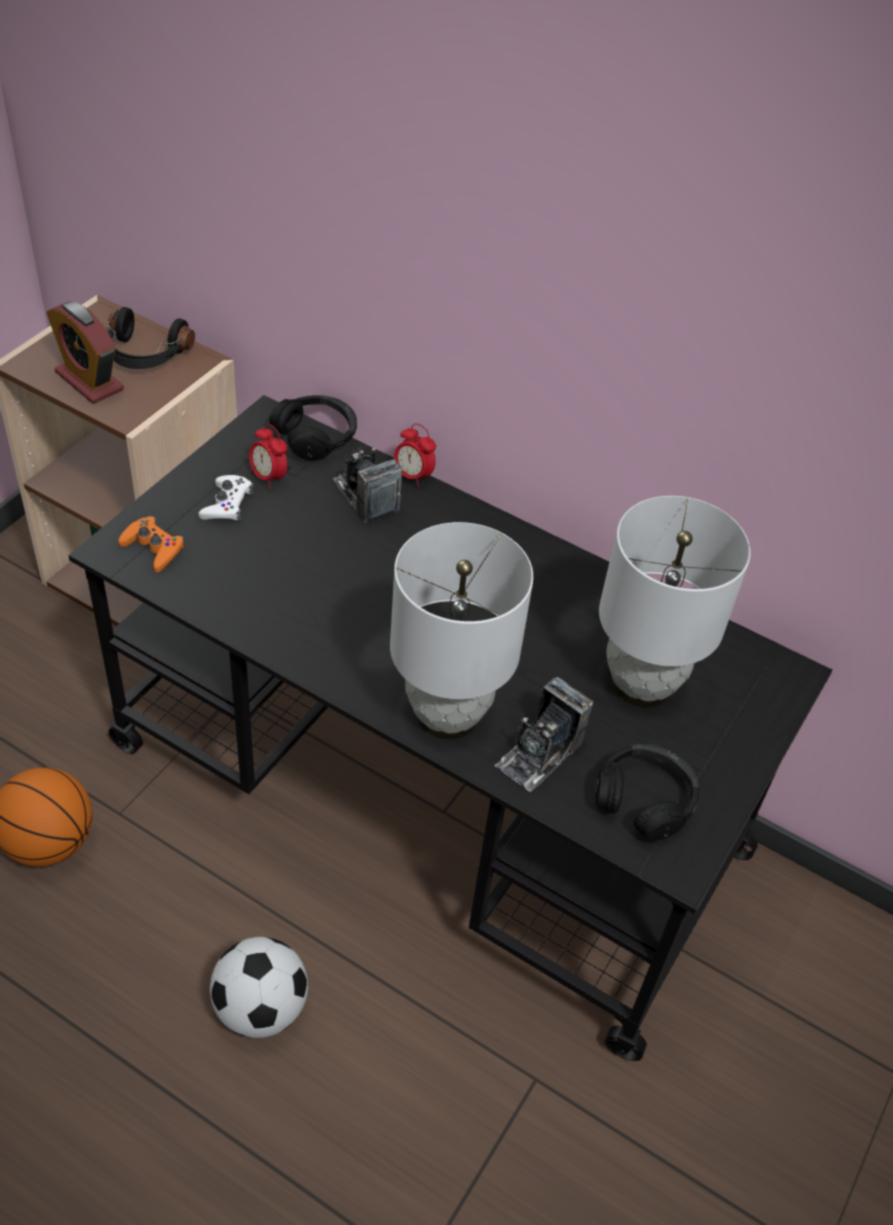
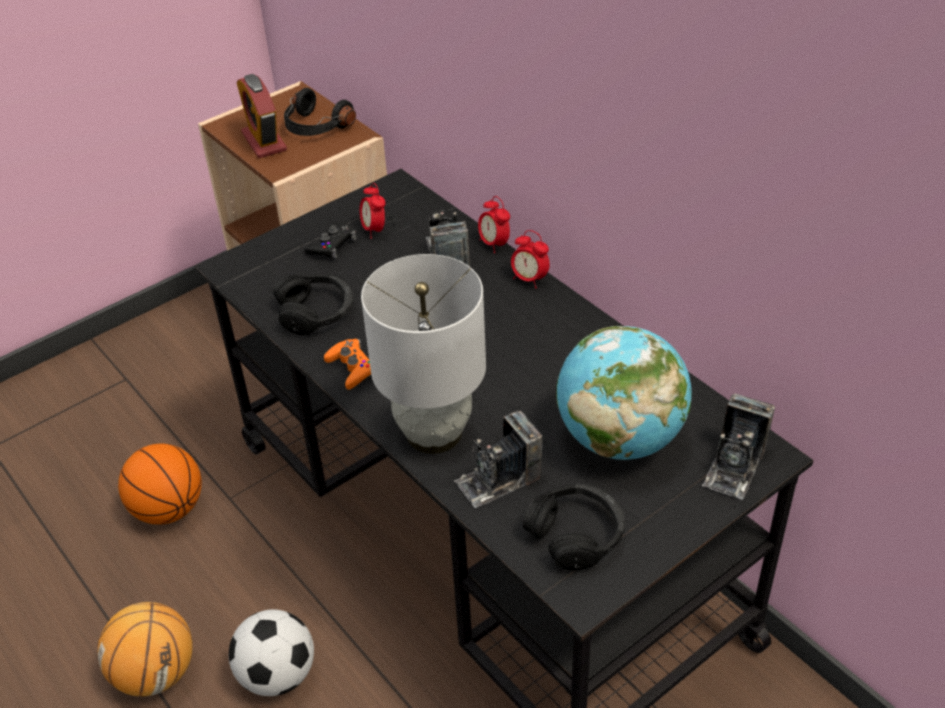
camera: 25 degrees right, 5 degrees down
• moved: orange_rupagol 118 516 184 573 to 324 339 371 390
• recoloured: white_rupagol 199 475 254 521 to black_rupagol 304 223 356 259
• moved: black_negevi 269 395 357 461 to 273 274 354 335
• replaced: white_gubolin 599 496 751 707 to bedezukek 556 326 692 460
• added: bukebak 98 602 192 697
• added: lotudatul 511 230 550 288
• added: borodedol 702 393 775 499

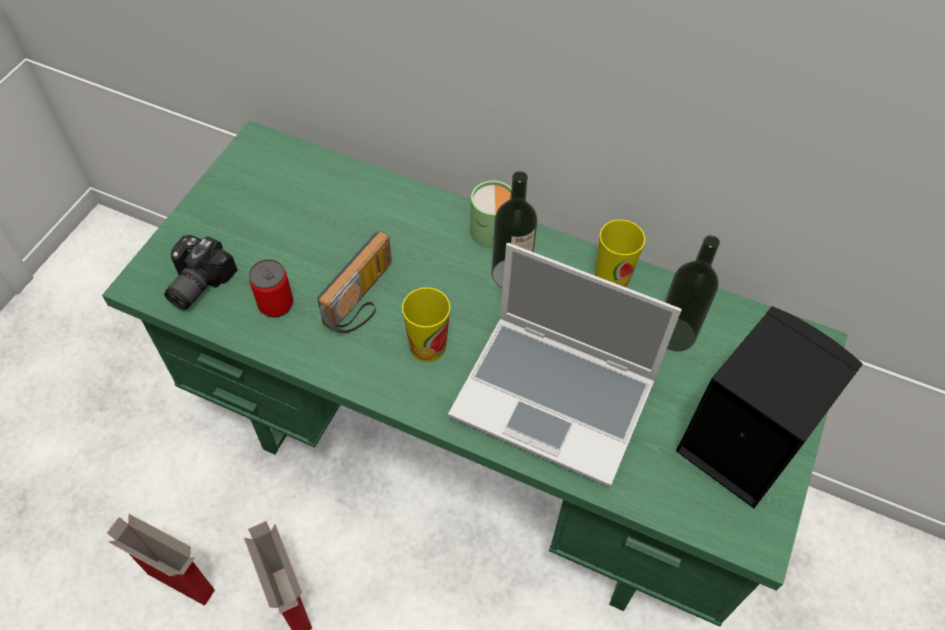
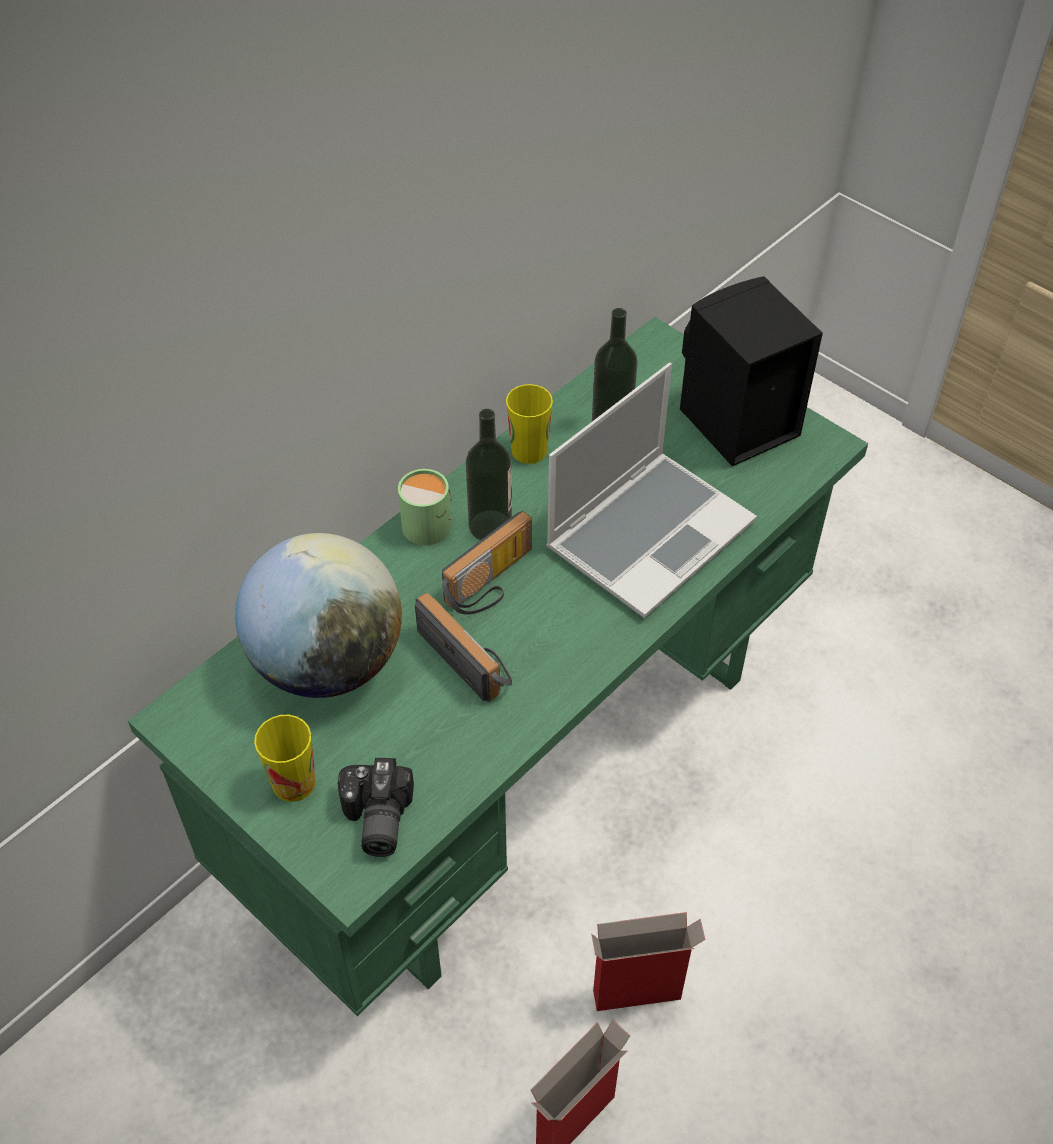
camera: 70 degrees left, 5 degrees down
• turned: borodedol 164 235 237 310 = 338 758 414 857 45 degrees clockwise
• removed: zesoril 249 259 293 317
• moved: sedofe 402 287 450 362 to 254 715 315 802
• added: bedezukek 235 533 402 698
• added: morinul 442 511 532 615

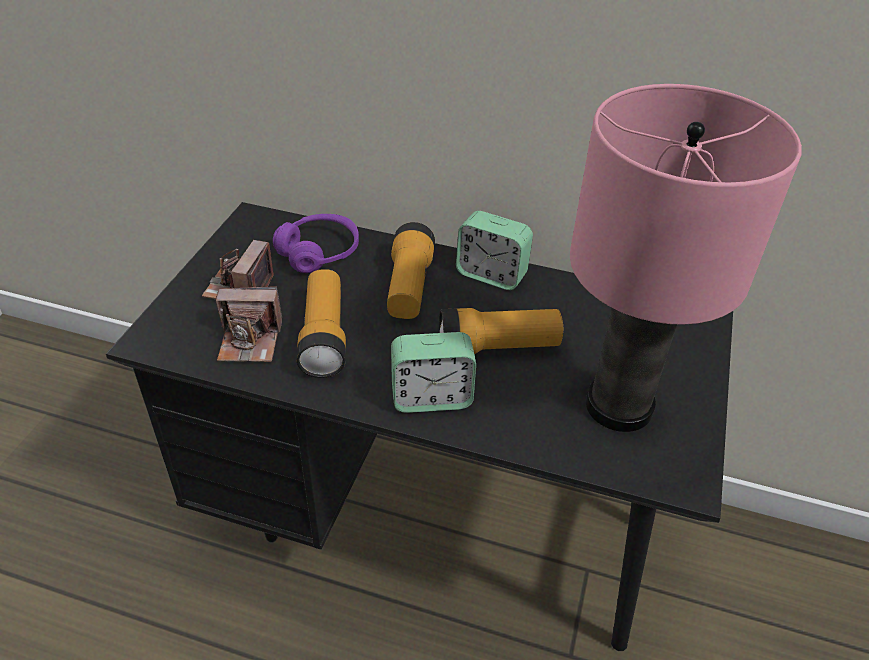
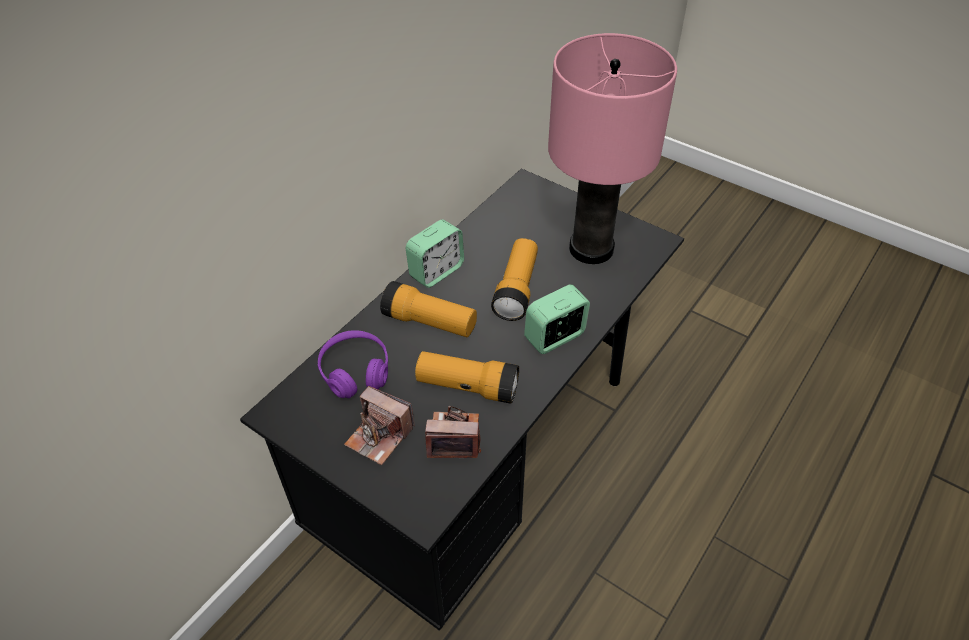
camera: 70 degrees left, 5 degrees up
• turned: borodedol 216 287 282 362 = 425 406 481 458 105 degrees counterclockwise
• turned: lotudatul 391 332 476 413 = 524 284 590 354 135 degrees counterclockwise

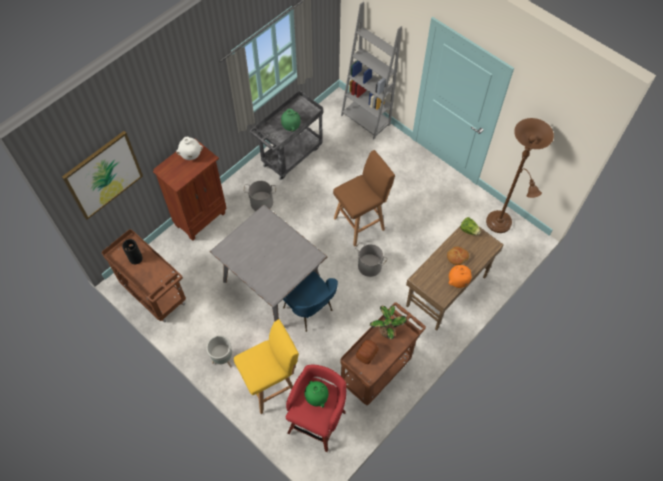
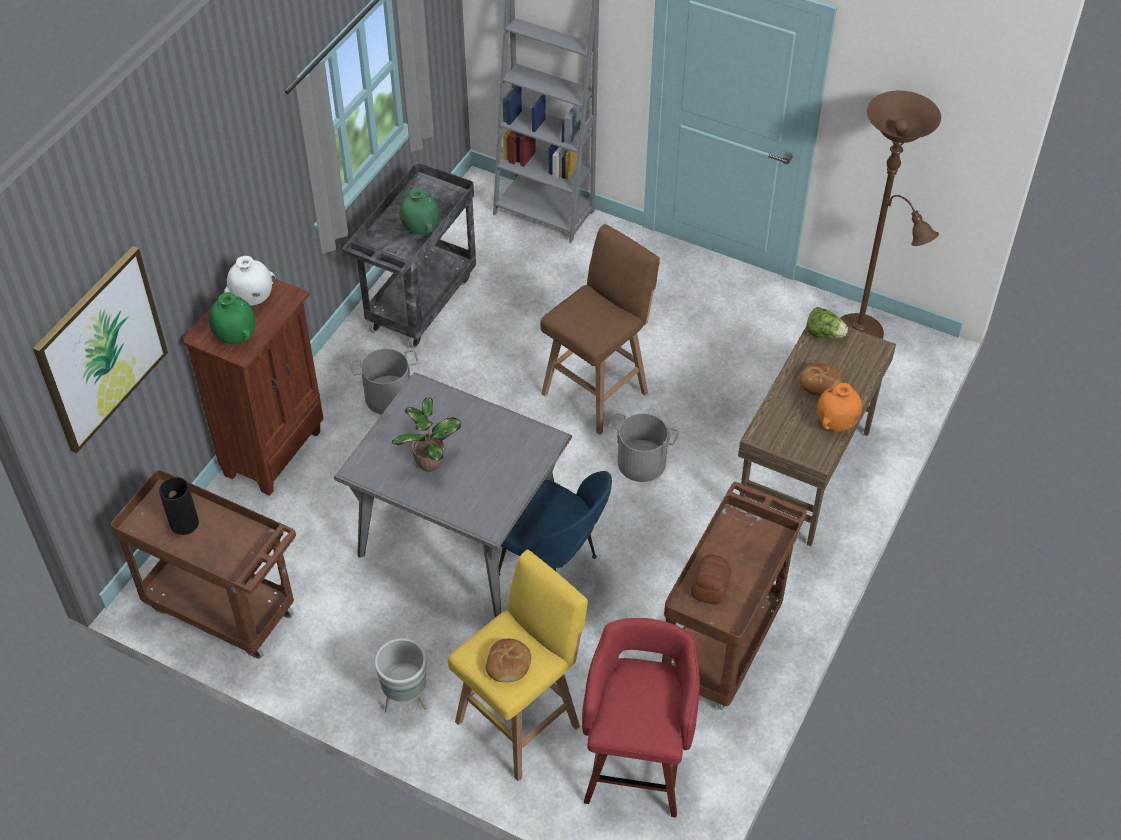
camera: 15 degrees left, 10 degrees down
• moved: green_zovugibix 304 381 329 408 to 209 292 255 344
• moved: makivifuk 370 305 407 340 to 392 397 461 472
• added: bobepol 485 639 531 682

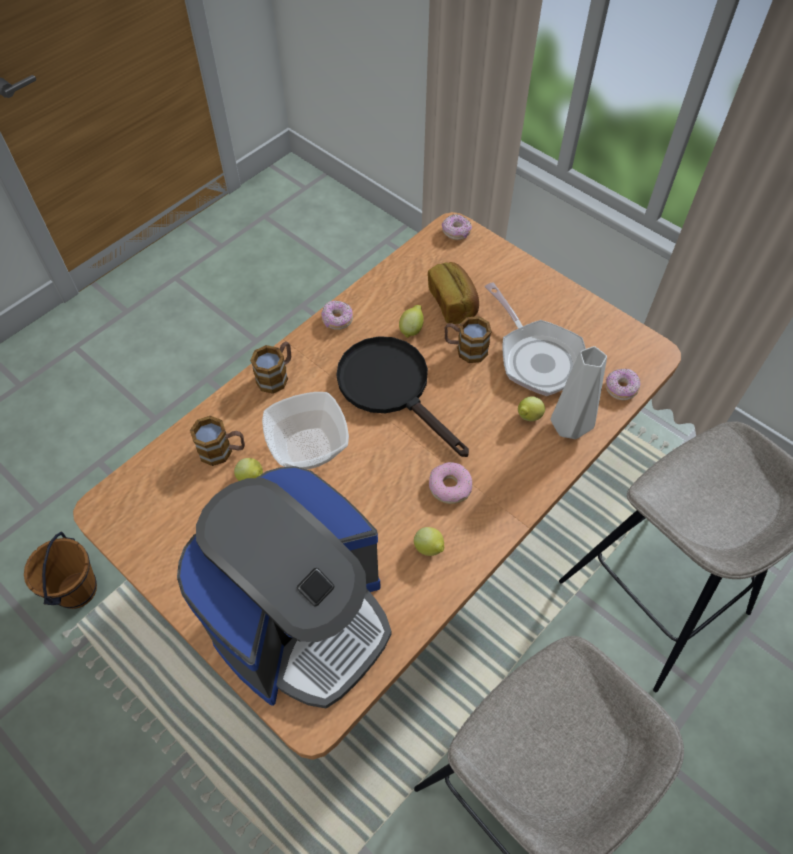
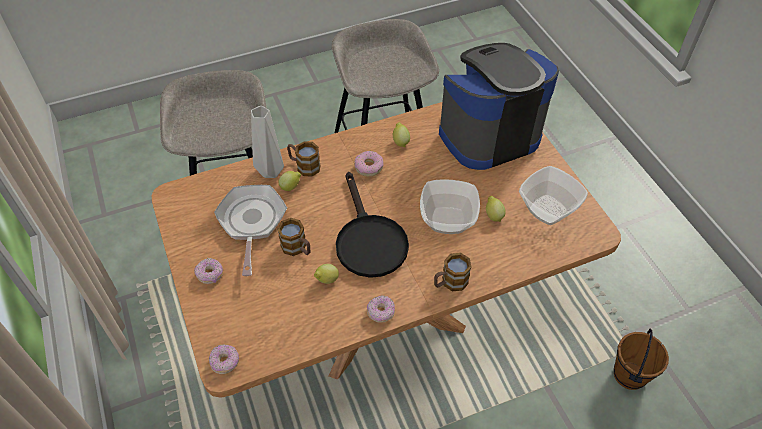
camera: 155 degrees left, 5 degrees down
• moved: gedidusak 190 416 245 466 to 287 141 321 177
• removed: bobepol 428 262 479 324
• moved: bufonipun 606 369 641 401 to 194 258 223 284
• added: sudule 519 166 588 225

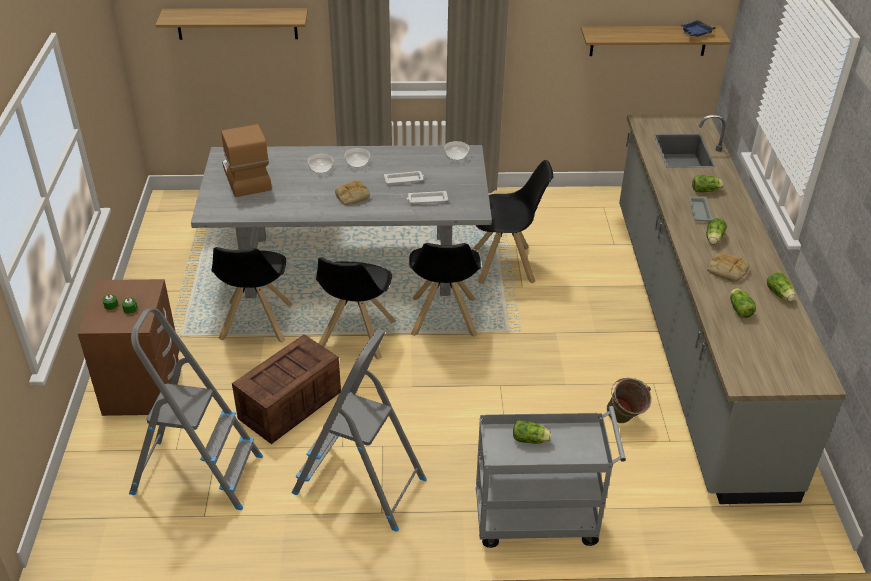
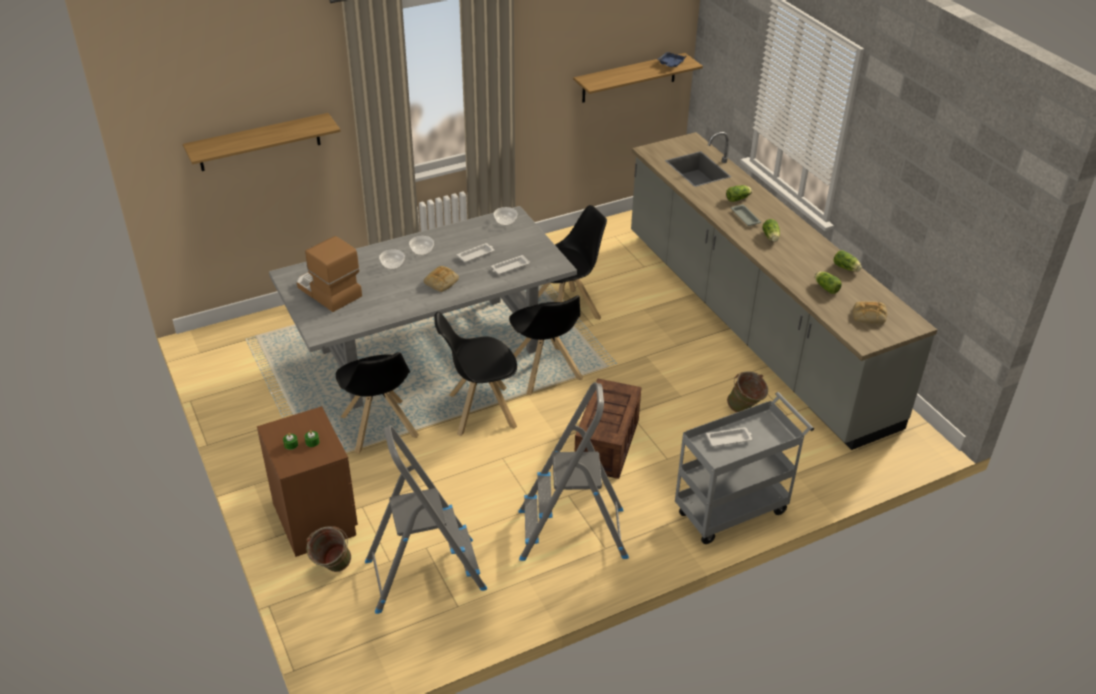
camera: 25 degrees left, 0 degrees up
• moved: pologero 232 334 341 444 to 574 378 641 479
• turned: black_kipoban 316 257 396 360 = 434 312 517 436 90 degrees clockwise
• replaced: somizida 513 420 552 444 to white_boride 706 427 752 446
• moved: bobepol 707 253 749 282 to 853 301 887 325
• added: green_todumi 306 526 351 572

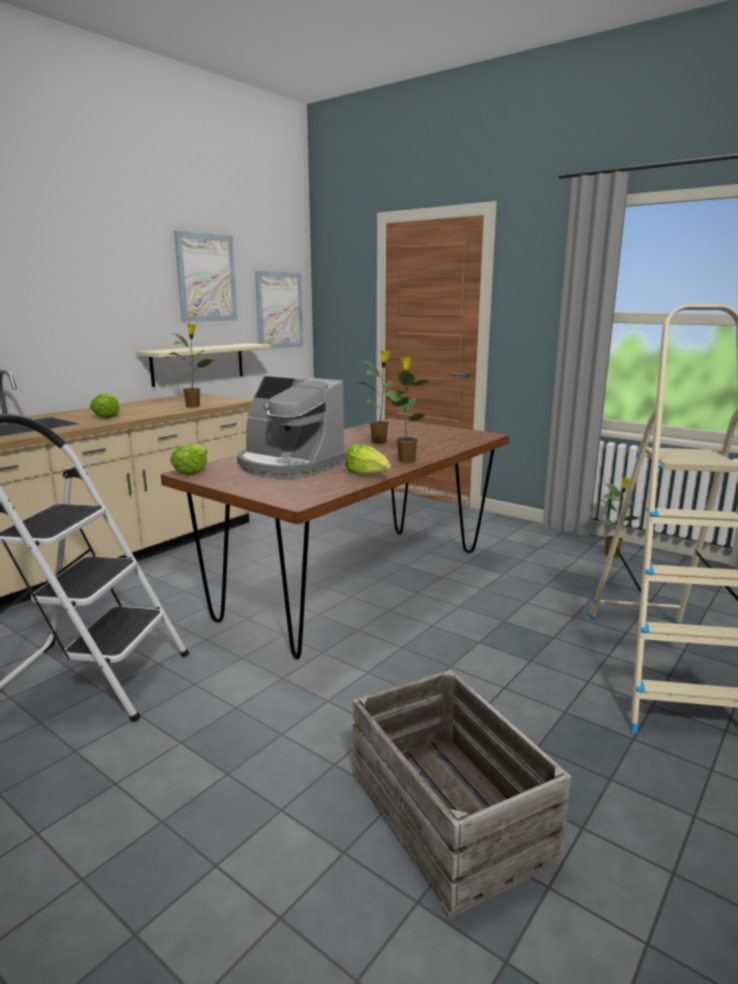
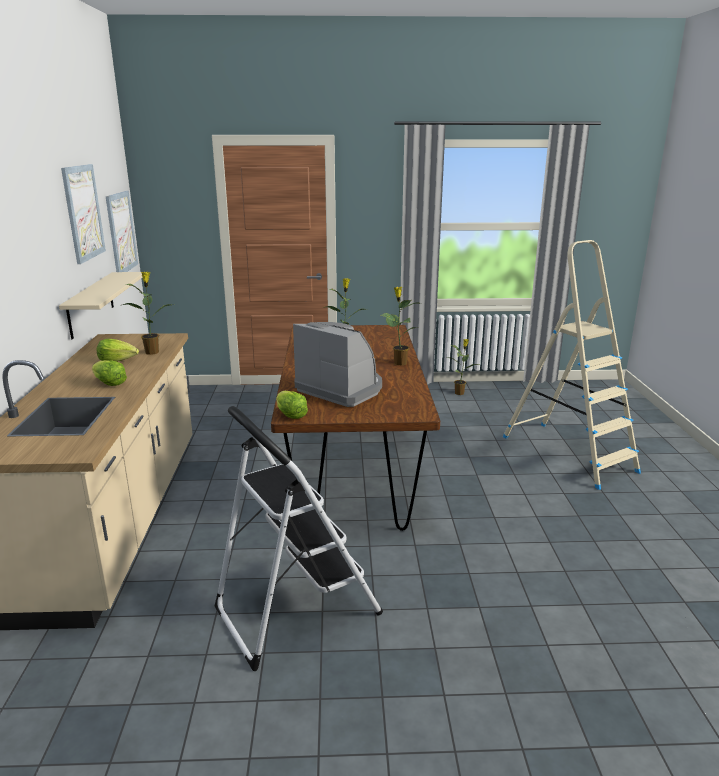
camera: 40 degrees left, 5 degrees up
• turned: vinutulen 237 376 346 479 = 293 322 382 407 135 degrees counterclockwise
• moved: somizida 345 444 391 476 to 97 339 139 362
• removed: pologero 352 670 571 919

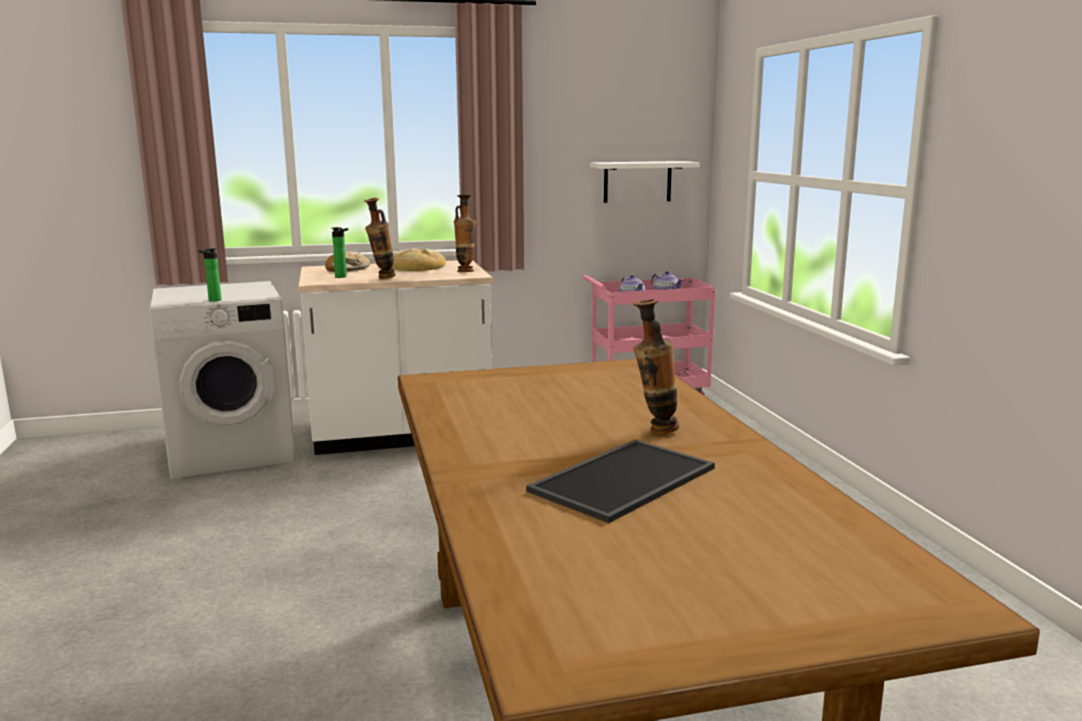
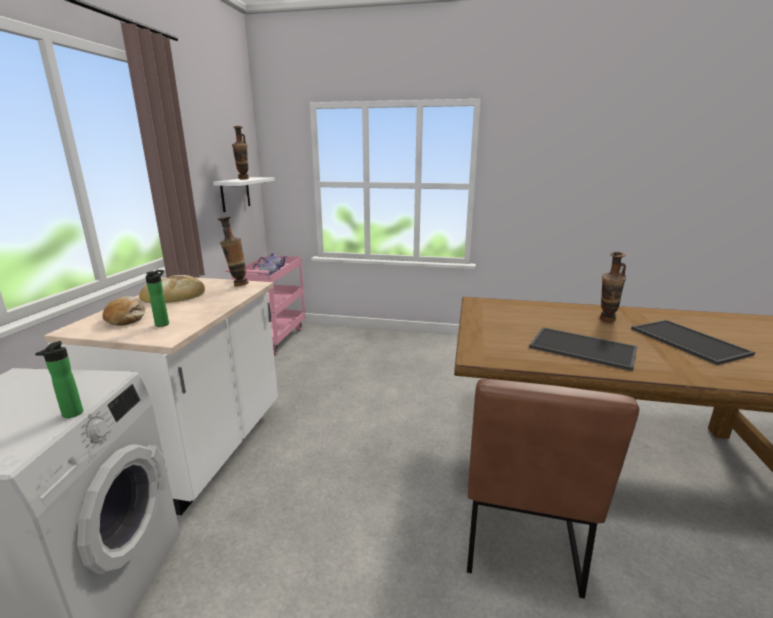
camera: 65 degrees left, 5 degrees up
• moved: zovugibix 364 198 396 279 to 232 126 249 180
• added: brown_kipoban 467 379 639 599
• added: boride 529 327 638 371

